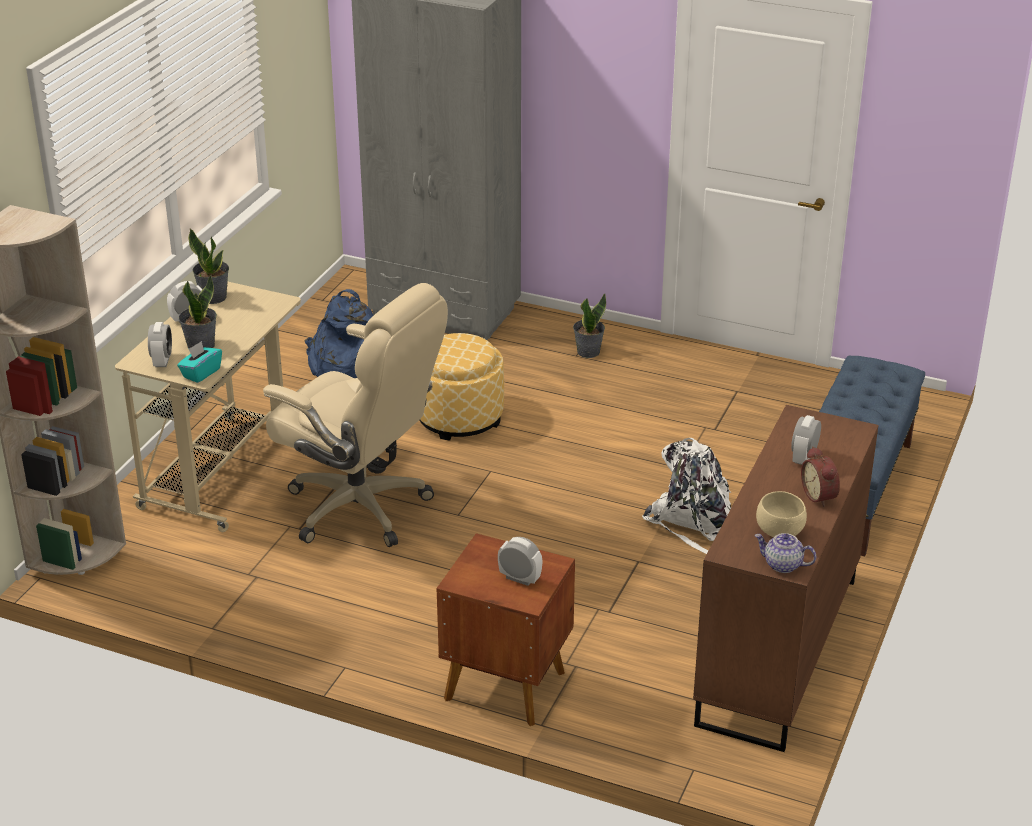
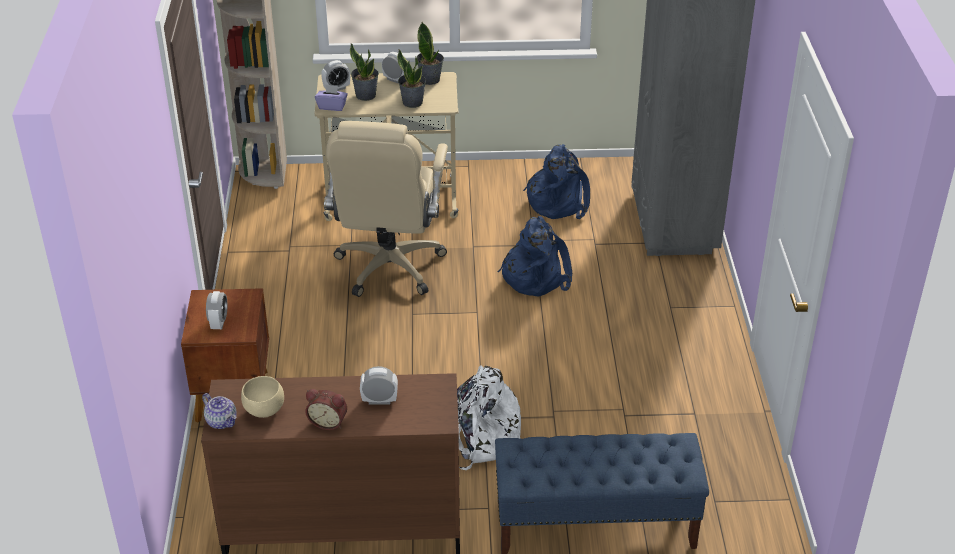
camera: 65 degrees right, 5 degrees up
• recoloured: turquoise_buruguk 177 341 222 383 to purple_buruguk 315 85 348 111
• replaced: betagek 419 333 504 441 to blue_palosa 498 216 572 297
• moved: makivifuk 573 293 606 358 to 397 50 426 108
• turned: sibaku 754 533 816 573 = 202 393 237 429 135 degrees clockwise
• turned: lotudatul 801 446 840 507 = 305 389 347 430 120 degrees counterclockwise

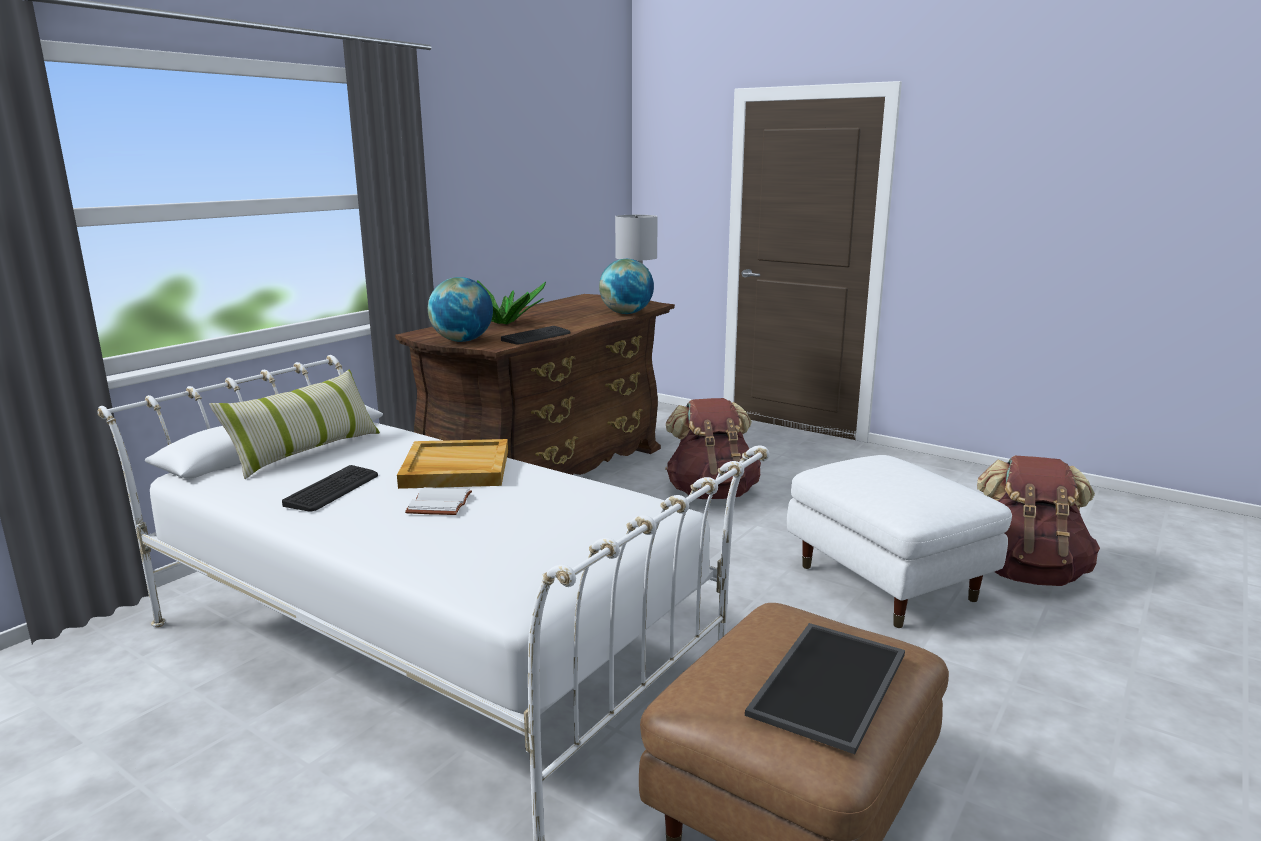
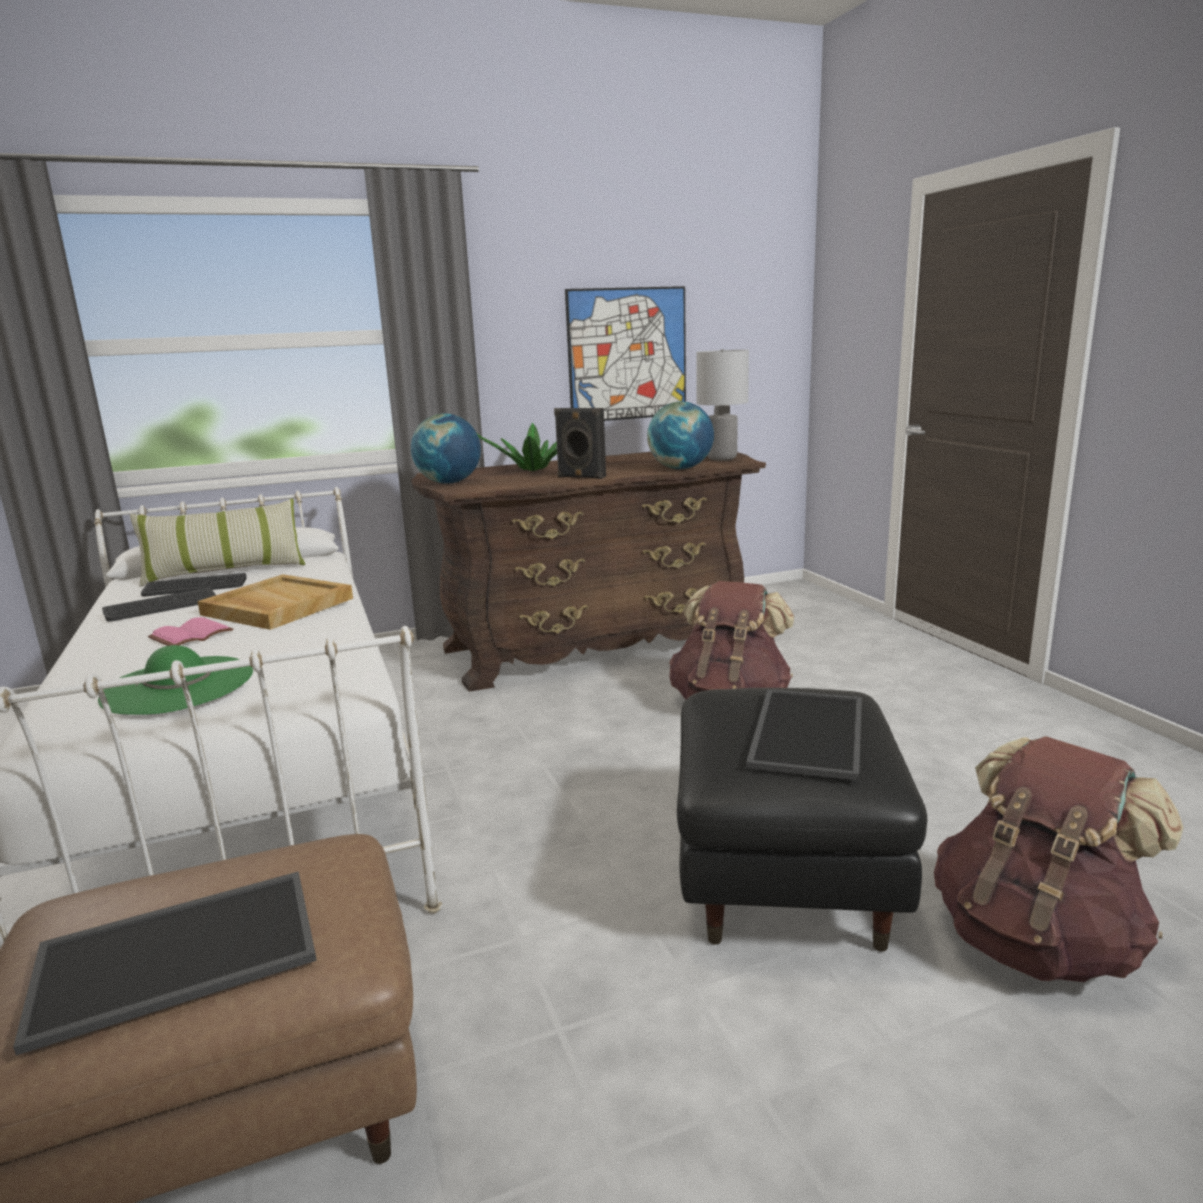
camera: 35 degrees right, 0 degrees up
• recoloured: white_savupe 405 487 472 515 to pink_savupe 148 617 233 646
• moved: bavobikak 501 326 571 344 to 141 573 247 596
• recoloured: white_betagek 787 455 1012 628 to black_betagek 677 688 927 952
• added: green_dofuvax 98 645 253 715
• added: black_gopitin 554 408 606 479
• added: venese 565 286 686 421
• added: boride 746 689 862 780

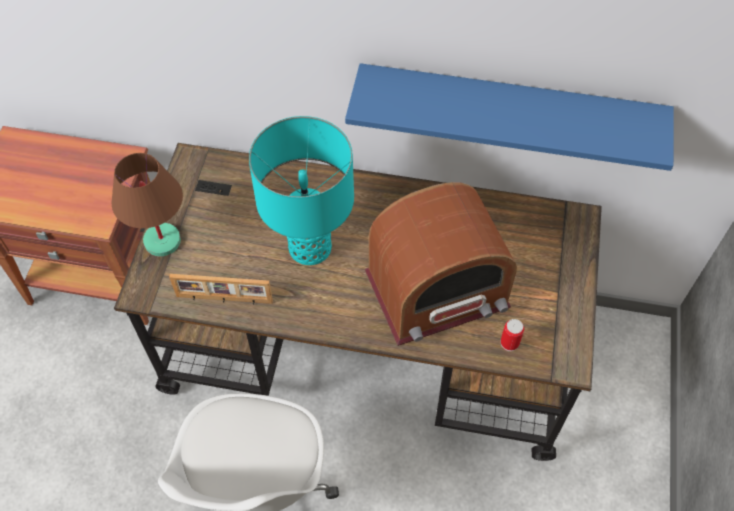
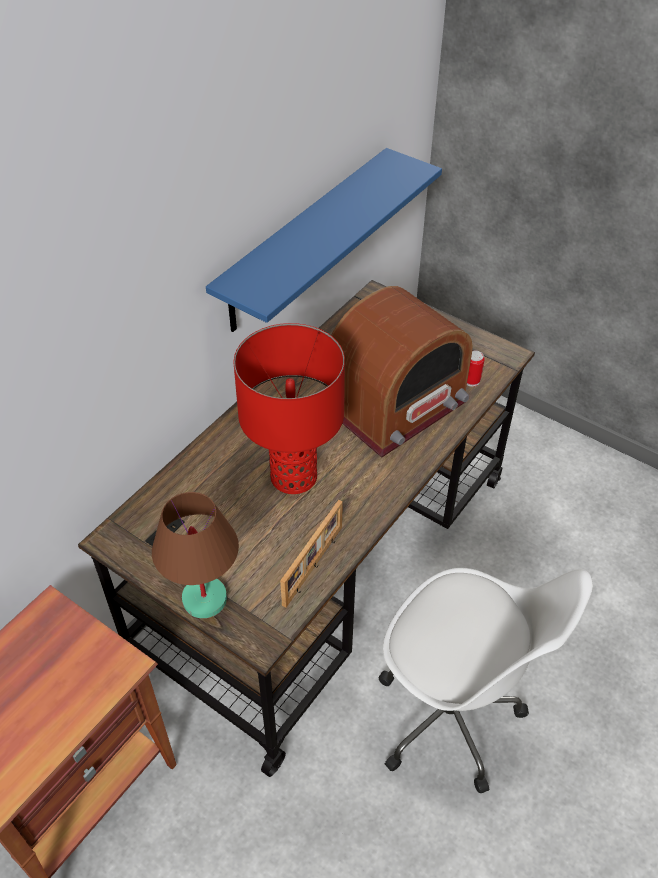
camera: 65 degrees left, 10 degrees down
• recoloured: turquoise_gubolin 249 116 354 265 to red_gubolin 233 323 345 494
• turned: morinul 365 182 517 346 = 326 286 473 457 45 degrees clockwise

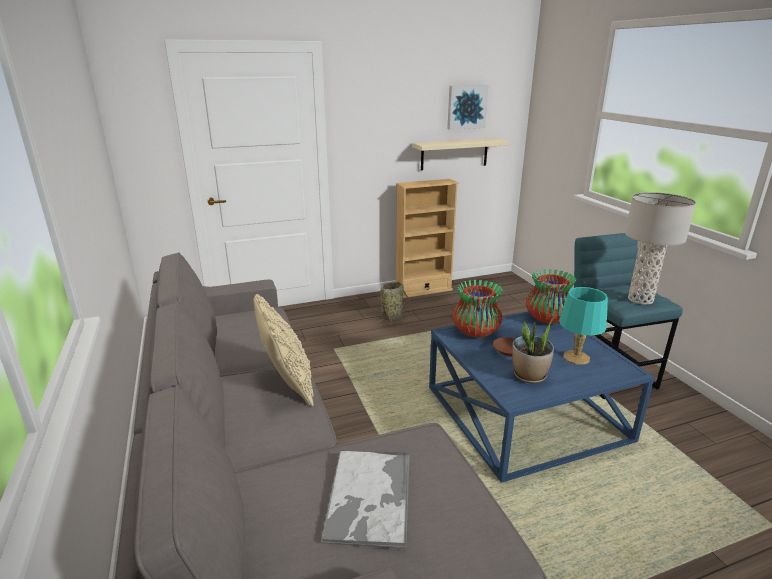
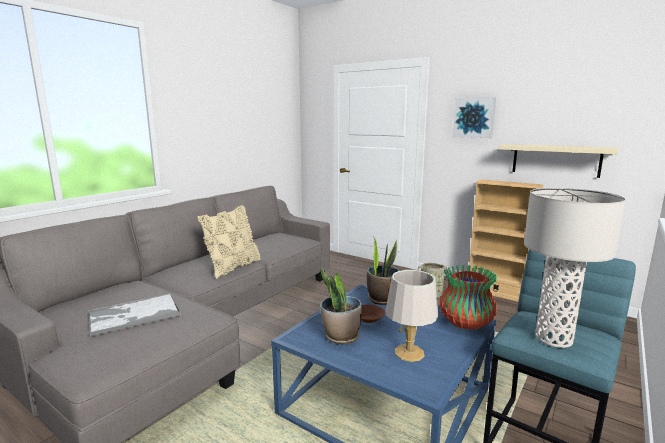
camera: 55 degrees right, 10 degrees down
• moved: venese 447 85 489 130 to 452 97 496 138
• replaced: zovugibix 453 280 503 338 to makivifuk 367 236 400 305
• recoloured: turquoise_gubolin 559 287 608 365 to grey_gubolin 385 270 438 362

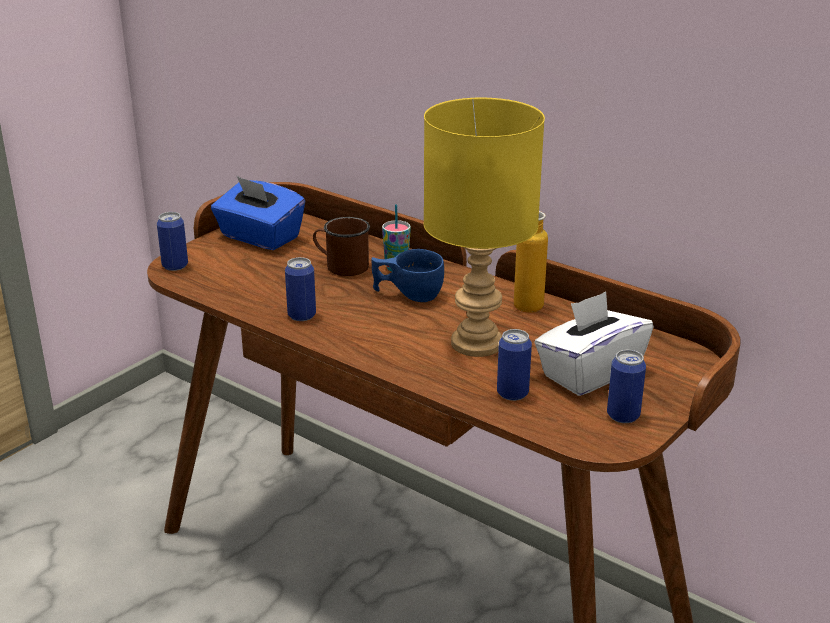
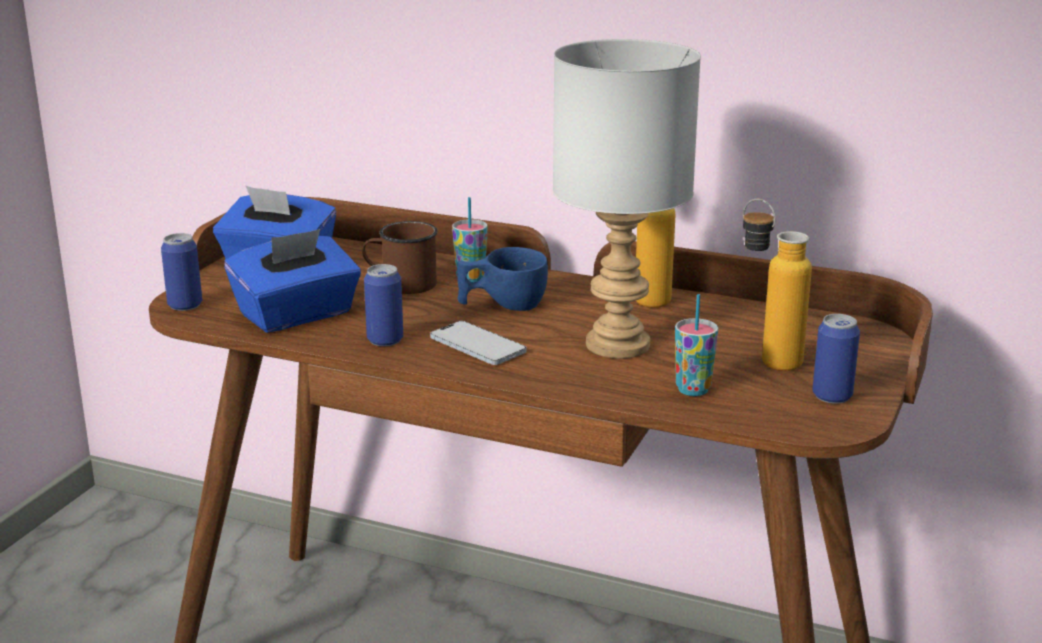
camera: 15 degrees left, 5 degrees down
• recoloured: yellow_gubolin 424 98 545 357 to grey_gubolin 553 39 701 359
• replaced: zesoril 497 329 532 401 to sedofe 675 294 718 396
• replaced: white_buruguk 534 292 653 396 to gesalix 743 199 812 371
• added: blue_buruguk 224 229 361 333
• added: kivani 430 321 527 365

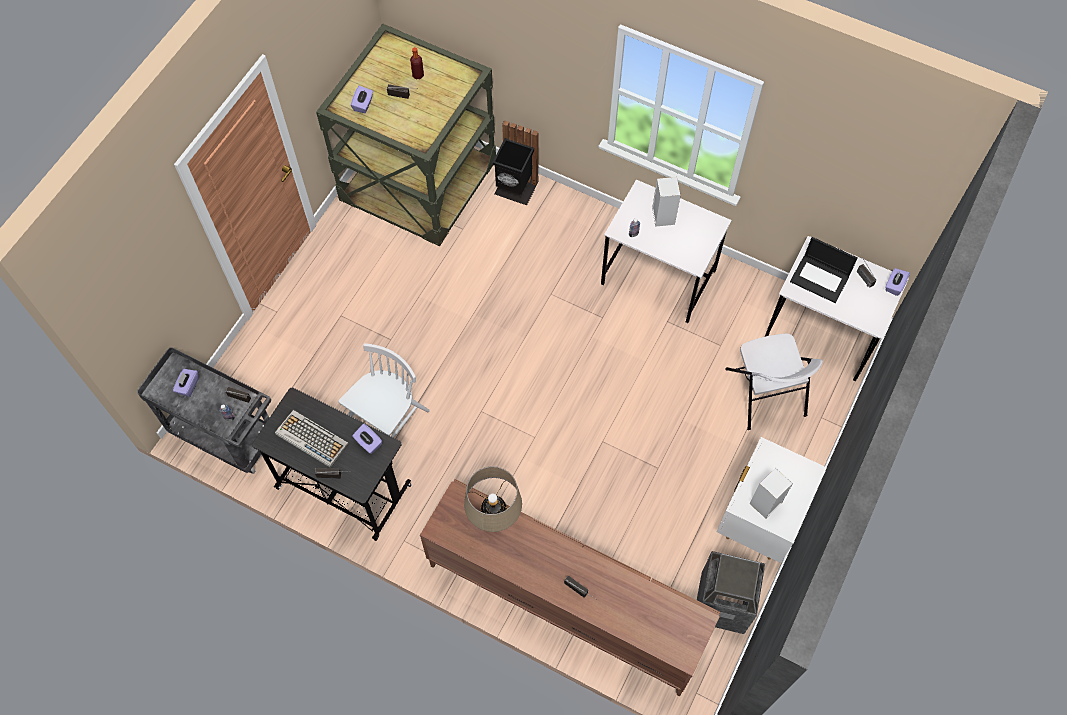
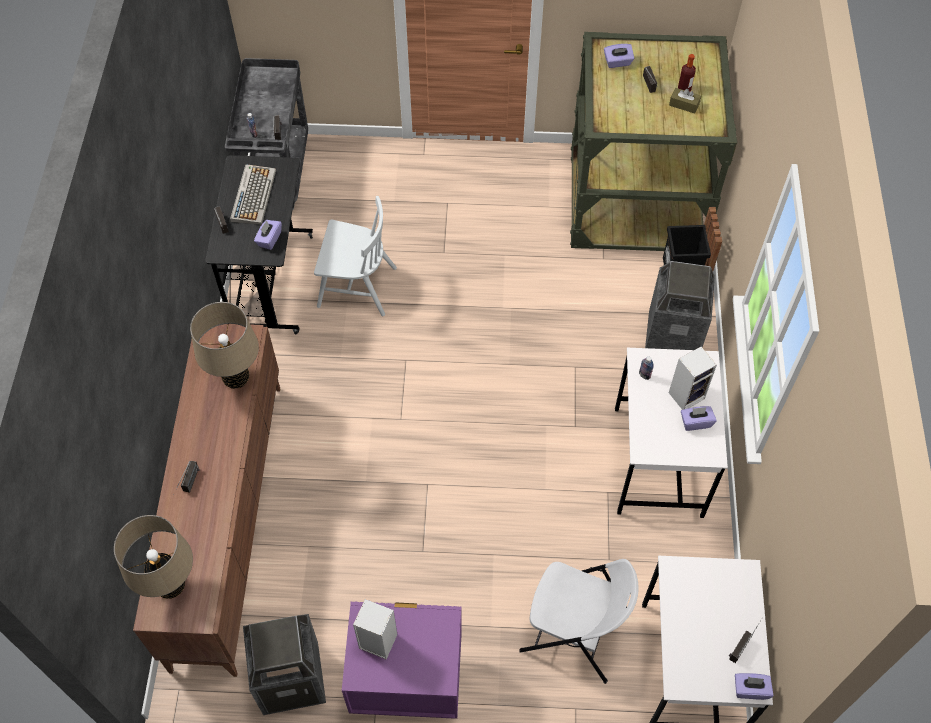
camera: 65 degrees right, 5 degrees down
• moved: purple_buruguk 173 369 199 397 to 681 406 717 431
• recoloured: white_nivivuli 717 437 827 563 to purple_nivivuli 342 601 462 719
• turned: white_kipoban 725 334 823 430 = 519 559 639 684 120 degrees counterclockwise
• removed: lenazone 790 237 858 303
• added: beige_gubolin 114 515 193 599
• added: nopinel 645 261 715 350
• added: brown_buruguk 669 88 701 114

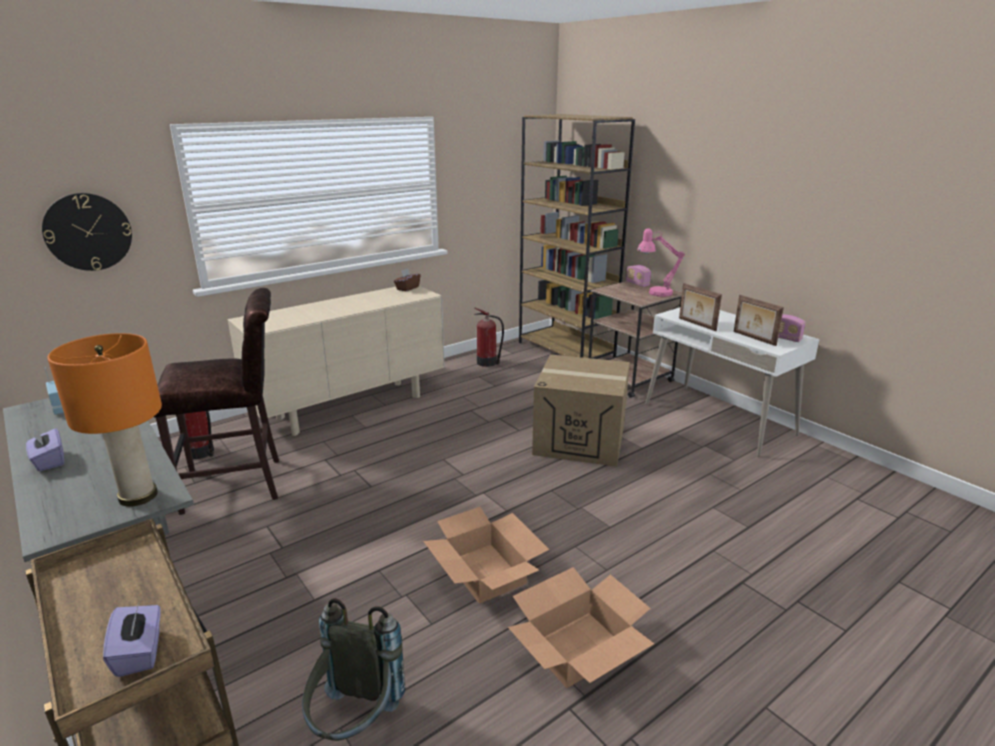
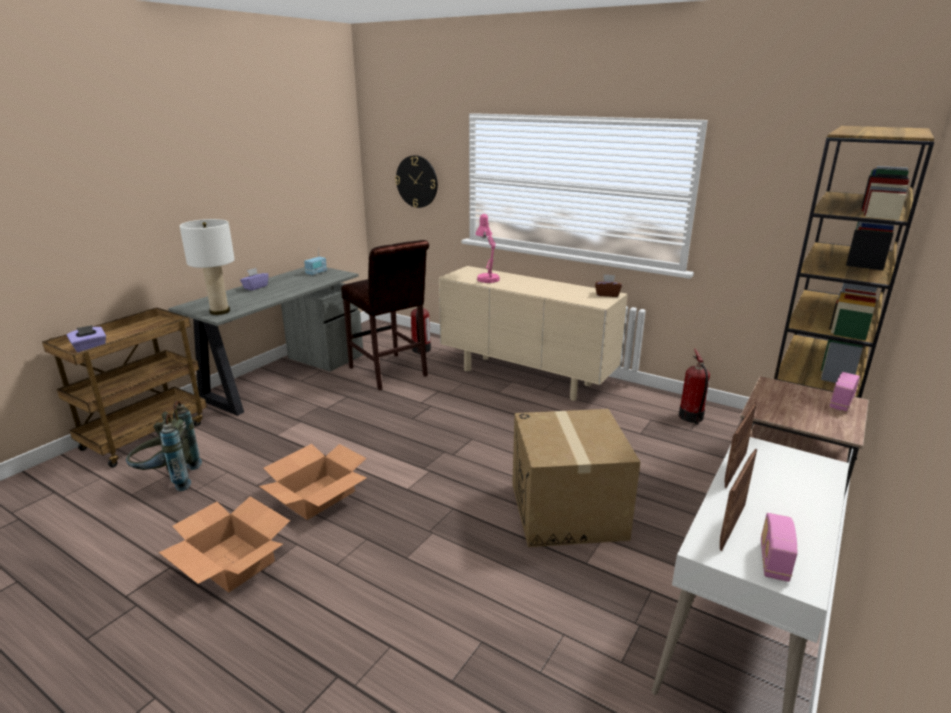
camera: 70 degrees right, 0 degrees up
• recoloured: orange_gubolin 48 333 162 507 to white_gubolin 180 219 235 315
• moved: pink_gubolin 637 228 685 297 to 475 214 500 283

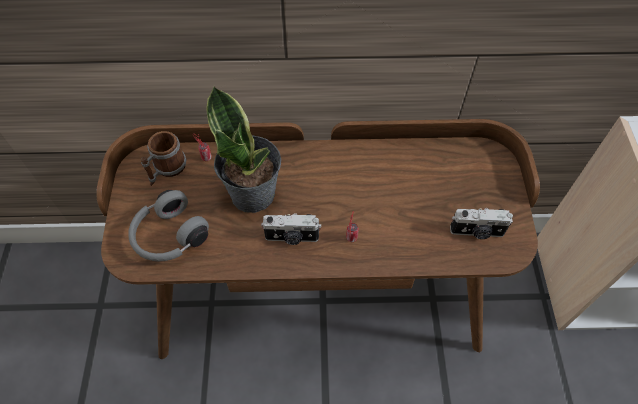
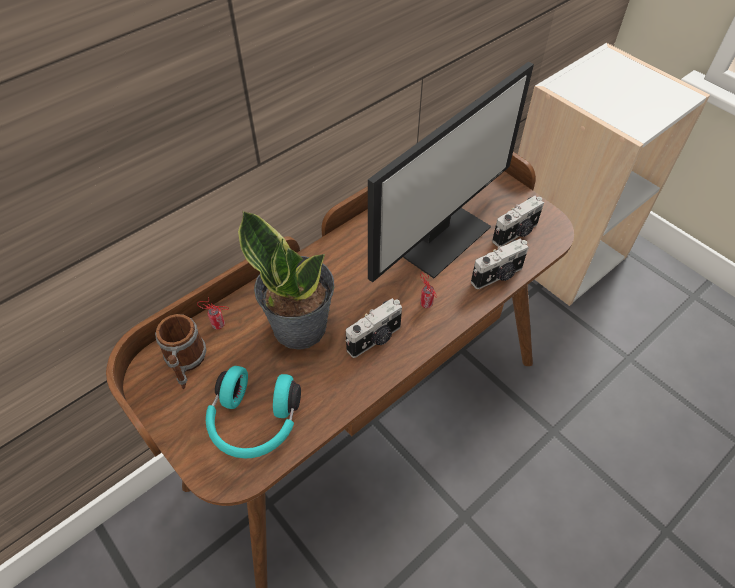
camera: 40 degrees left, 5 degrees down
• recoloured: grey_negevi 128 190 209 261 to turquoise_negevi 206 366 301 459
• added: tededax 368 62 534 283
• added: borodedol 471 239 529 289

